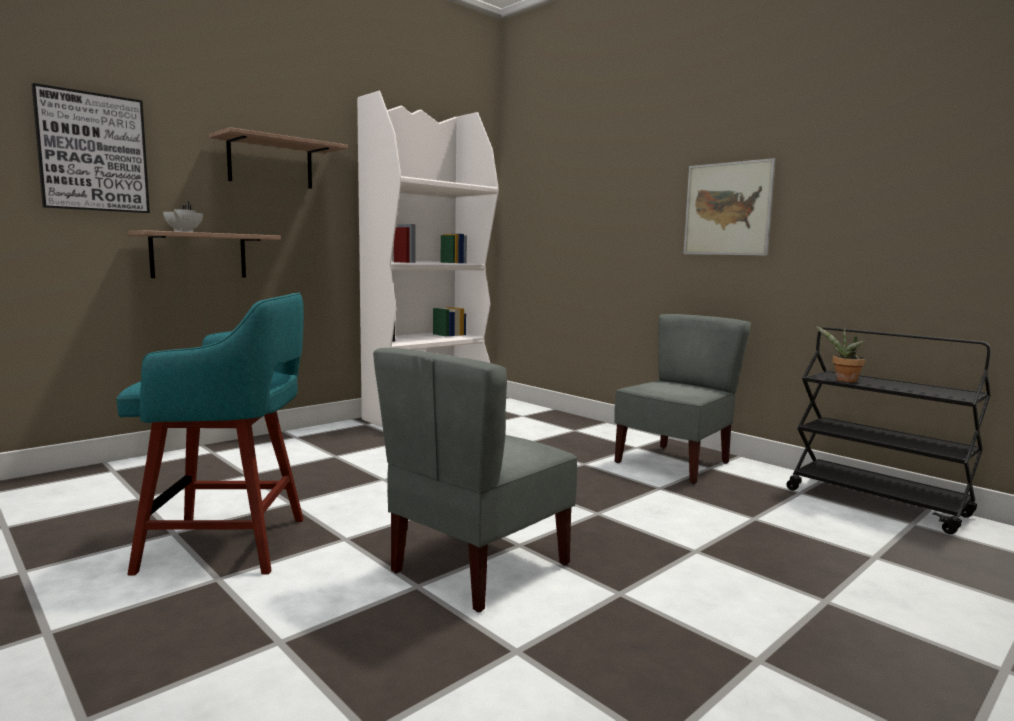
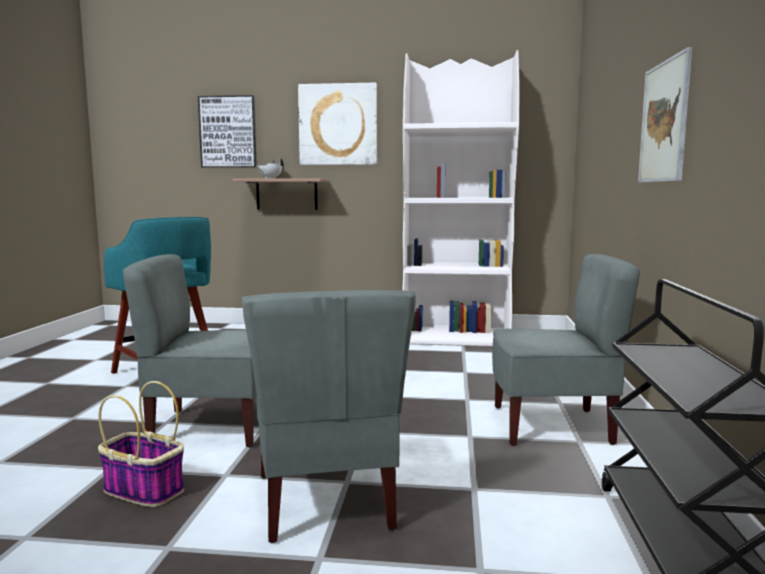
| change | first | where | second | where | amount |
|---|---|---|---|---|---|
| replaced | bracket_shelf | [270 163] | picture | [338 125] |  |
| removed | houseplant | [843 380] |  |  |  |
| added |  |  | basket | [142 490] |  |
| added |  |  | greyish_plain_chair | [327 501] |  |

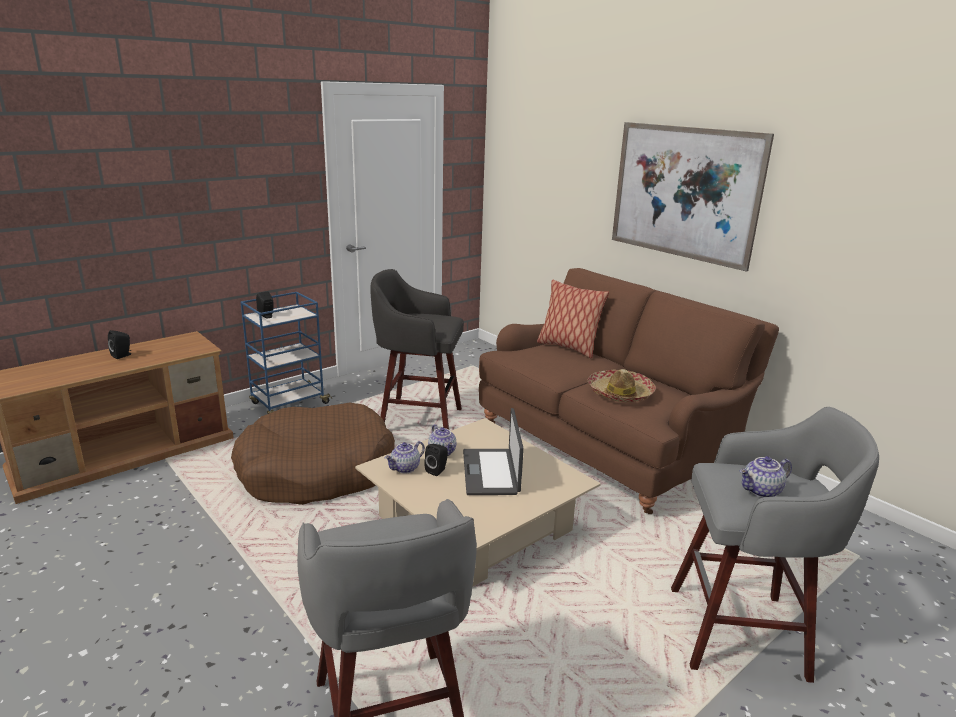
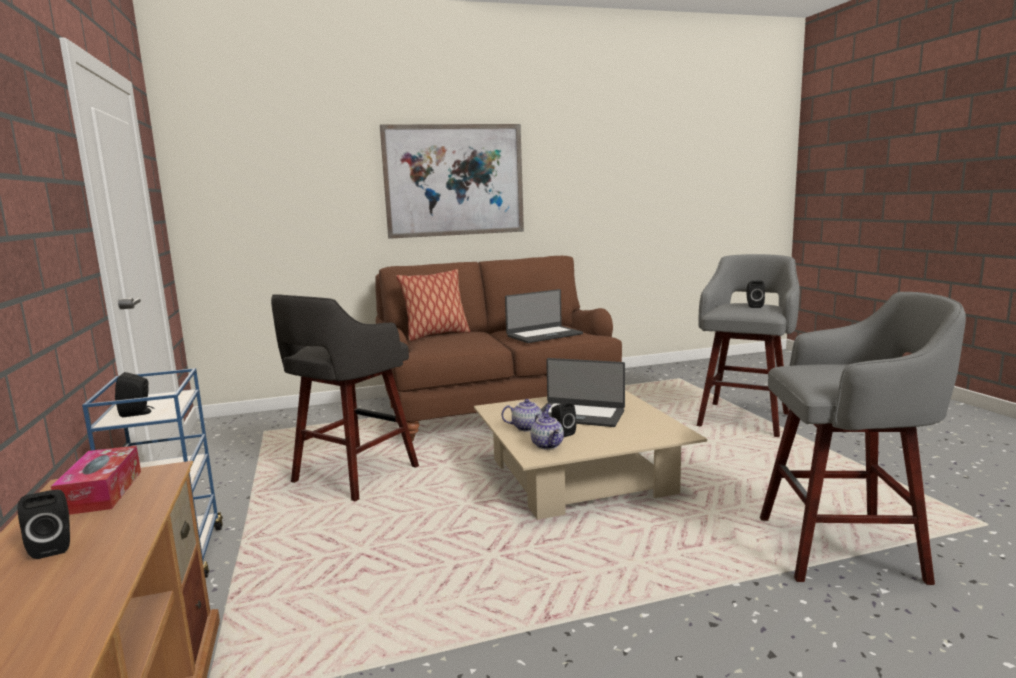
| change | first | where | second | where | amount |
|---|---|---|---|---|---|
| removed | brown_pet_bed | [316 470] |  |  |  |
| replaced | wearable_hat | [620 393] | notebook_computer | [543 335] |  |
| replaced | pot_for_tea | [761 491] | black-coloured_speaker | [753 306] |  |
| added |  |  | tissue_holder | [102 492] |  |

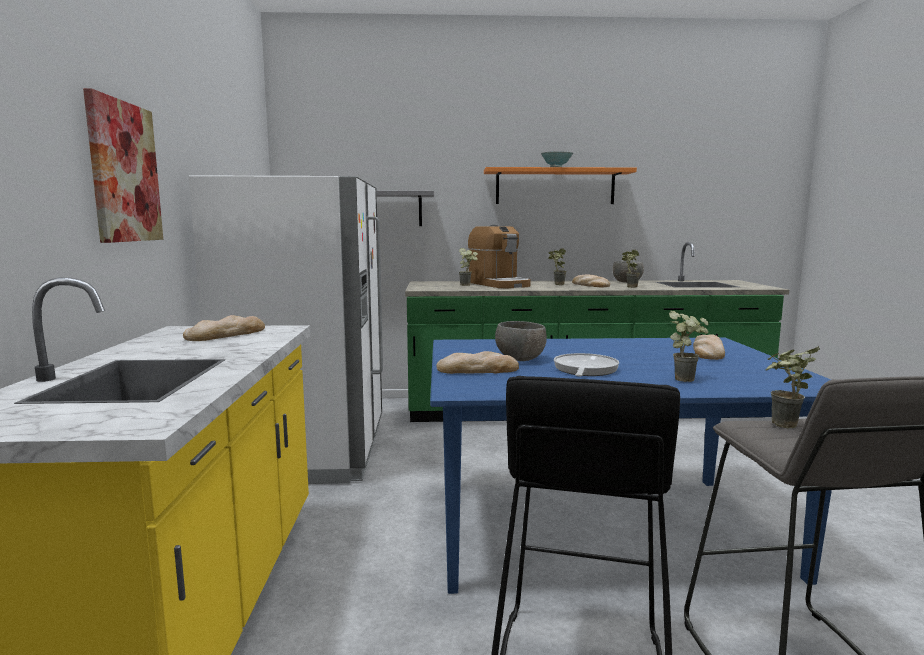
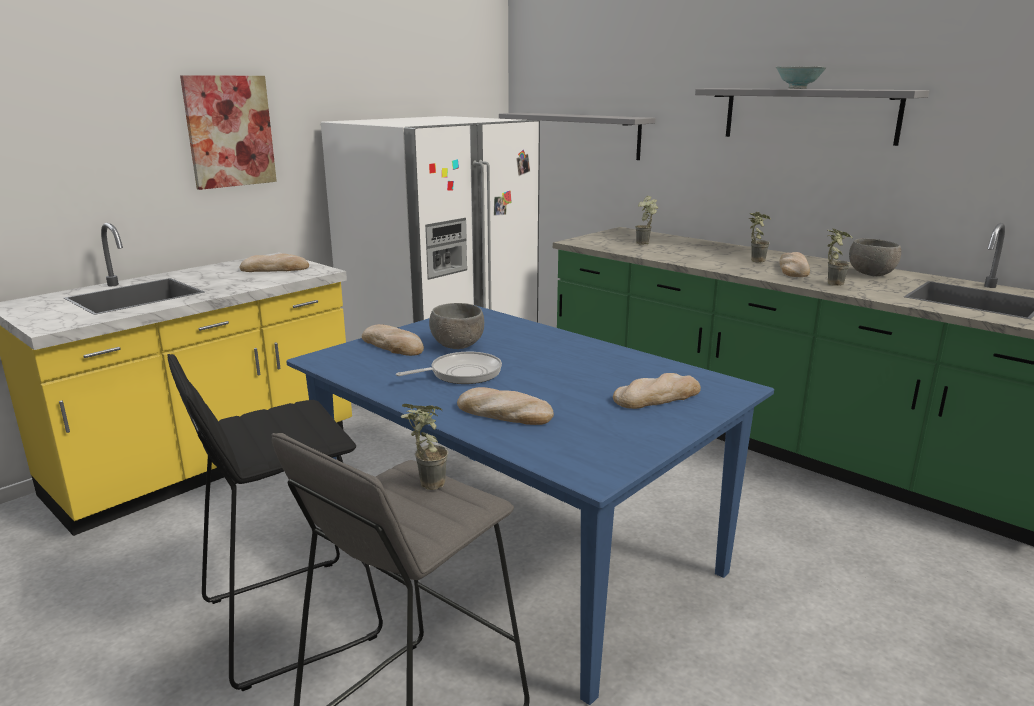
| change | first | where | second | where | amount |
|---|---|---|---|---|---|
| removed | coffee_machine | [499 284] |  |  |  |
| recoloured | orange-coloured_bracket_shelf | [555 187] | greyish_bracket_shelf | [809 115] |  |
| replaced | houseplant | [686 379] | bread | [503 413] |  |

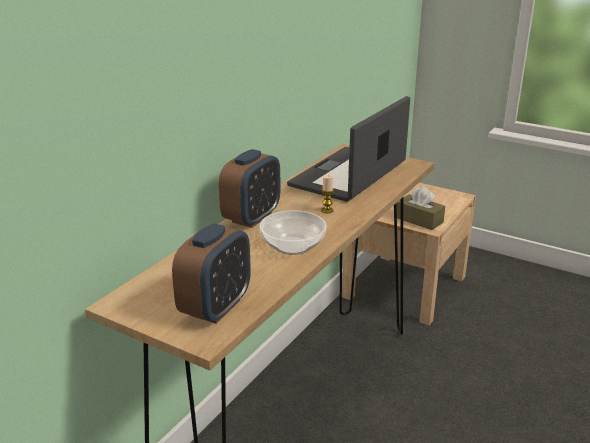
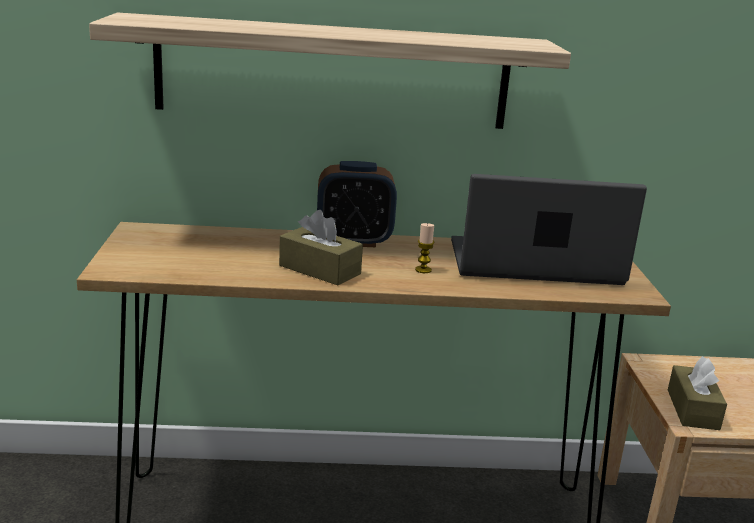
| change | first | where | second | where | amount |
|---|---|---|---|---|---|
| removed | alarm_clock | [216 308] |  |  |  |
| replaced | bowl | [293 245] | brown_tissue_holder | [319 269] |  |
| added |  |  | bracket_shelf | [333 73] |  |

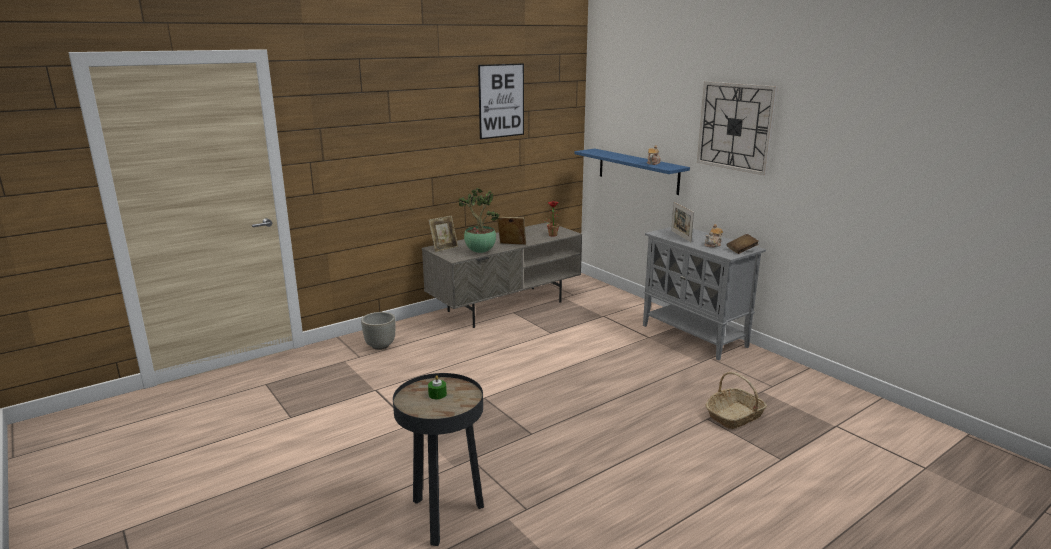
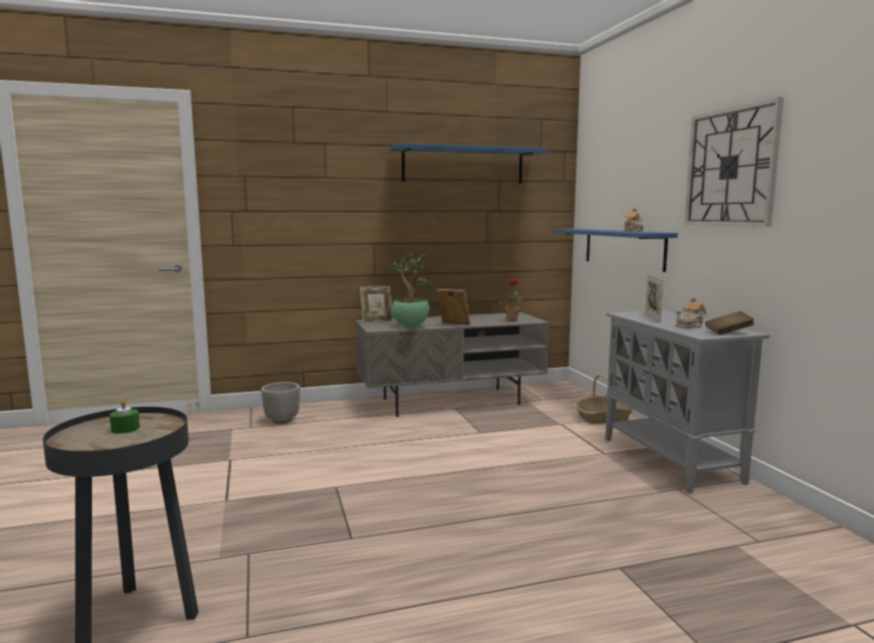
| change | first | where | second | where | amount |
|---|---|---|---|---|---|
| replaced | picture | [501 101] | blue-coloured_bracket_shelf | [463 165] |  |
| moved | basket | [734 416] |  | [602 418] |  |

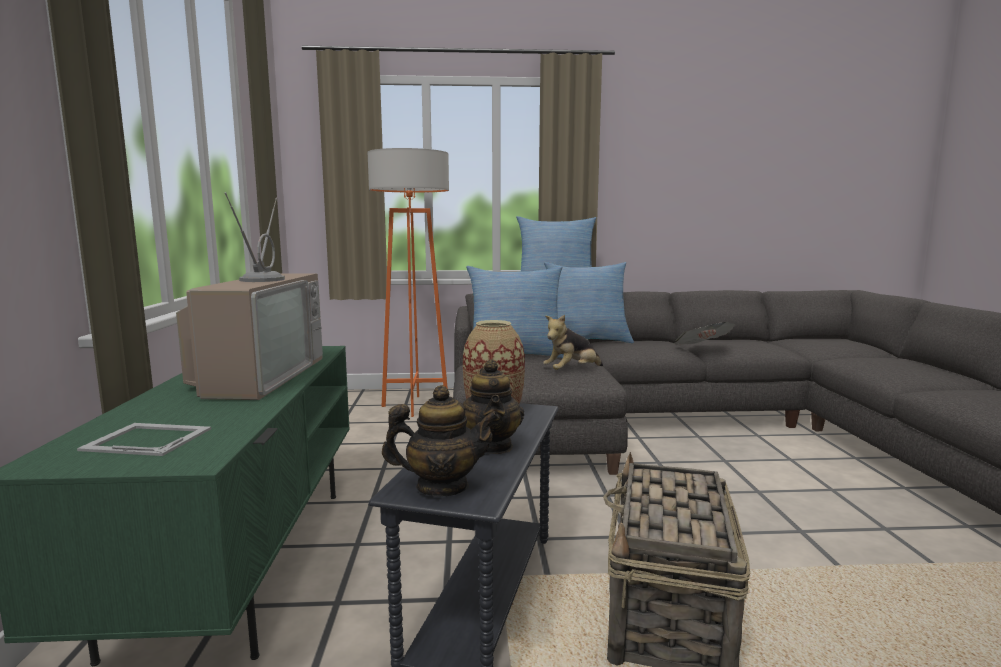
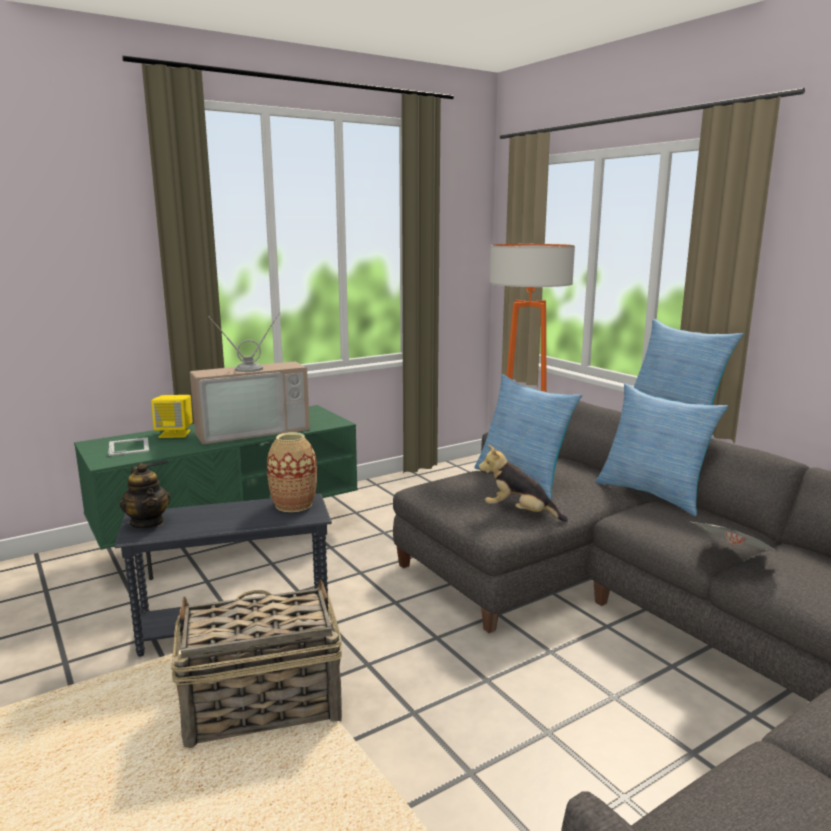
| change | first | where | second | where | amount |
|---|---|---|---|---|---|
| removed | pot_for_tea | [491 446] |  |  |  |
| added |  |  | yellowish_speaker | [175 434] |  |

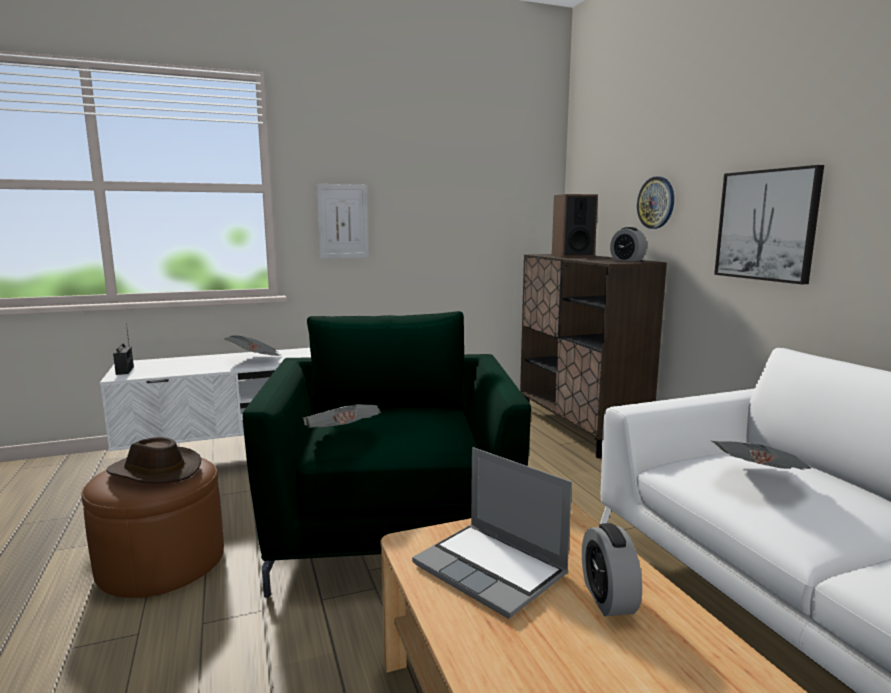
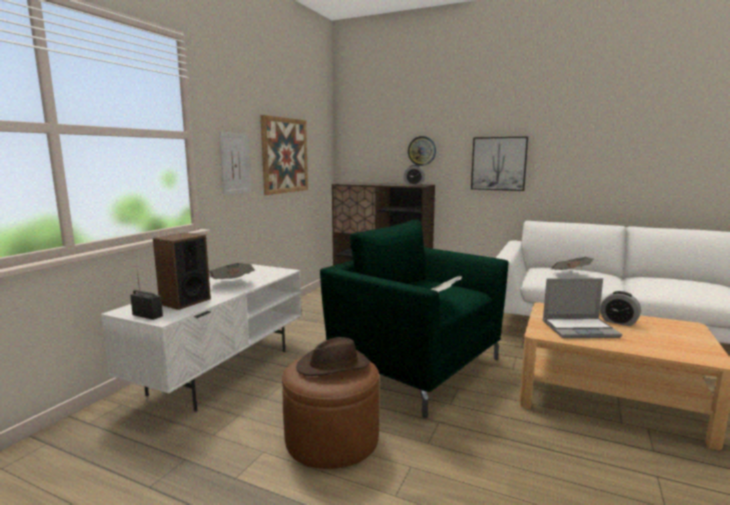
| change | first | where | second | where | amount |
|---|---|---|---|---|---|
| moved | speaker | [572 256] |  | [185 301] |  |
| added |  |  | picture | [285 155] |  |

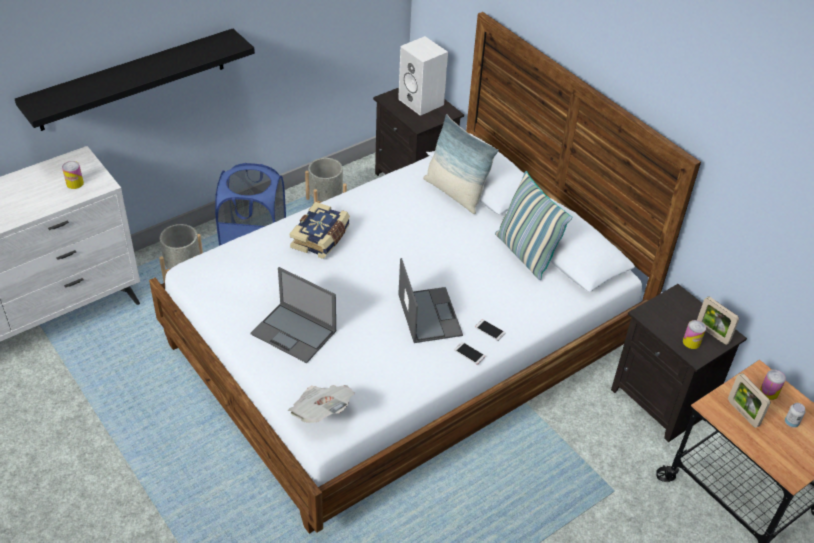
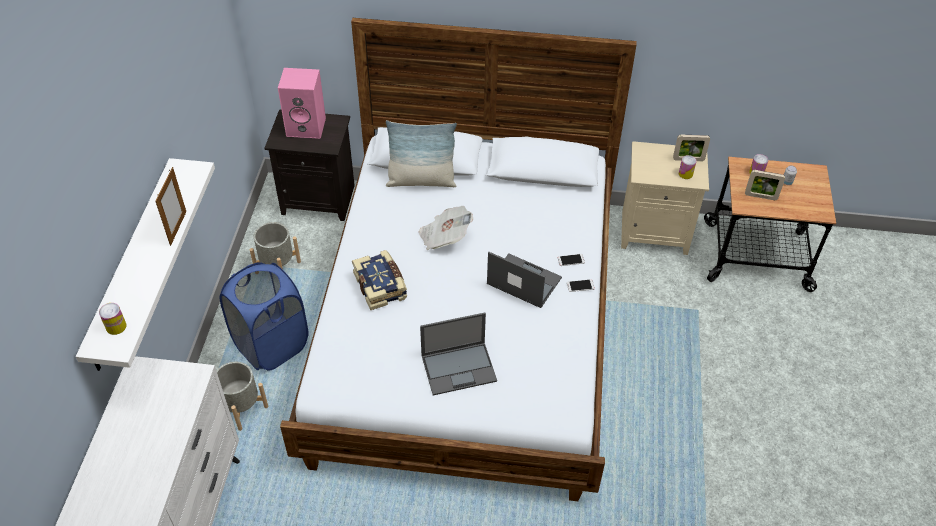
| change | first | where | second | where | amount |
|---|---|---|---|---|---|
| recoloured | black-coloured_bracket_shelf | [132 79] | whitish_bracket_shelf | [132 264] |  |
| moved | can | [75 183] |  | [116 326] |  |
| moved | daily_paper | [321 412] |  | [444 237] |  |
| recoloured | whitish_speaker | [422 102] | pink-coloured_speaker | [307 126] |  |
| removed | pillow | [525 254] |  |  |  |
| recoloured | black-coloured_bedside_table | [663 401] | beige-coloured_bedside_table | [655 231] |  |
| added |  |  | picture_frame | [178 228] |  |

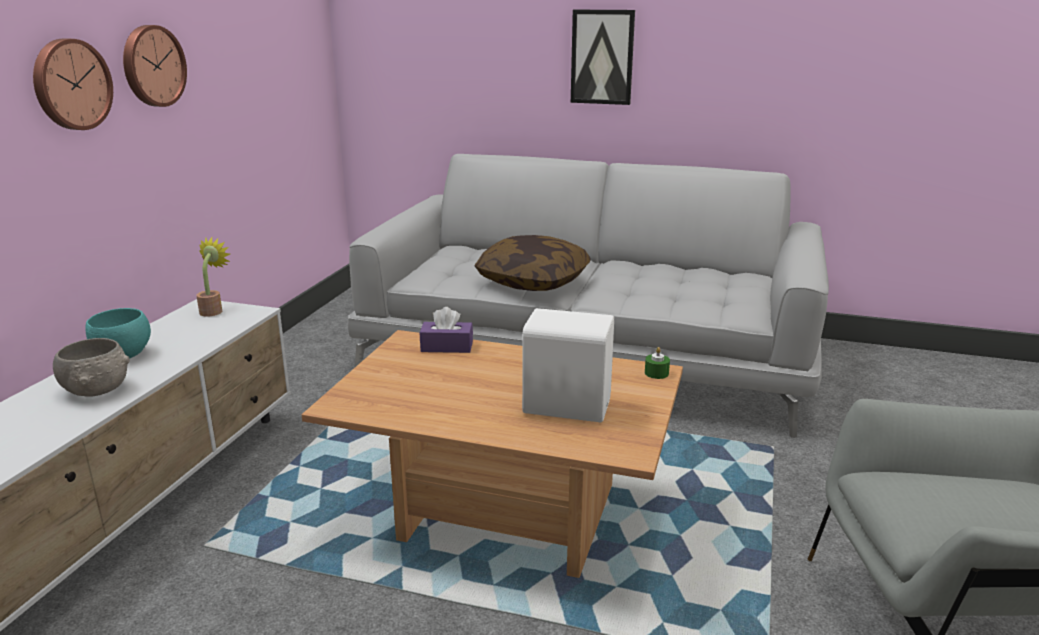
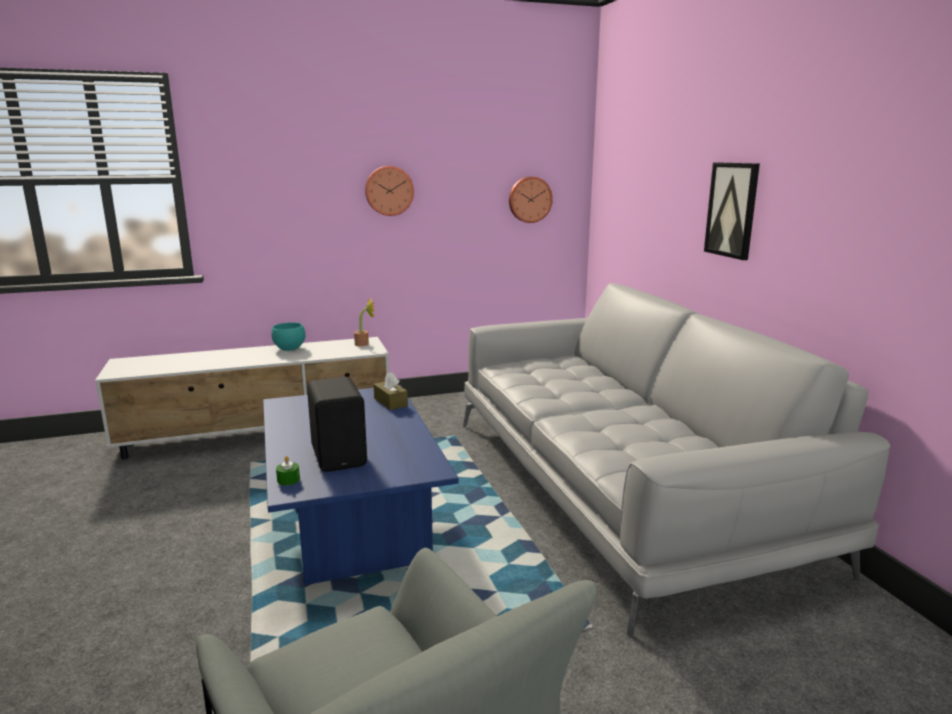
| change | first | where | second | where | amount |
|---|---|---|---|---|---|
| moved | wall_clock | [70 84] |  | [529 199] |  |
| removed | greyish_bowl | [97 389] |  |  |  |
| recoloured | brown_coffee_table | [504 516] | blue-coloured_coffee_table | [353 533] |  |
| recoloured | purple_tissue_holder | [447 347] | brown_tissue_holder | [390 402] |  |
| removed | pillow | [533 281] |  |  |  |
| recoloured | whitish_speaker | [565 406] | black-coloured_speaker | [340 456] |  |
| moved | greenish_wax_light | [656 373] |  | [288 480] |  |

